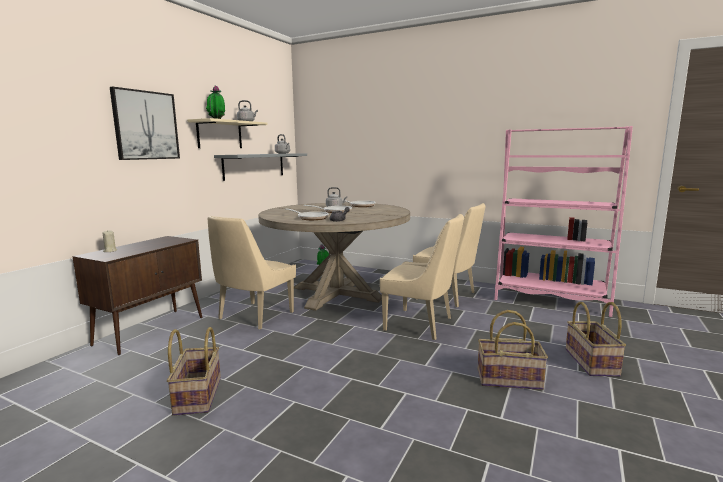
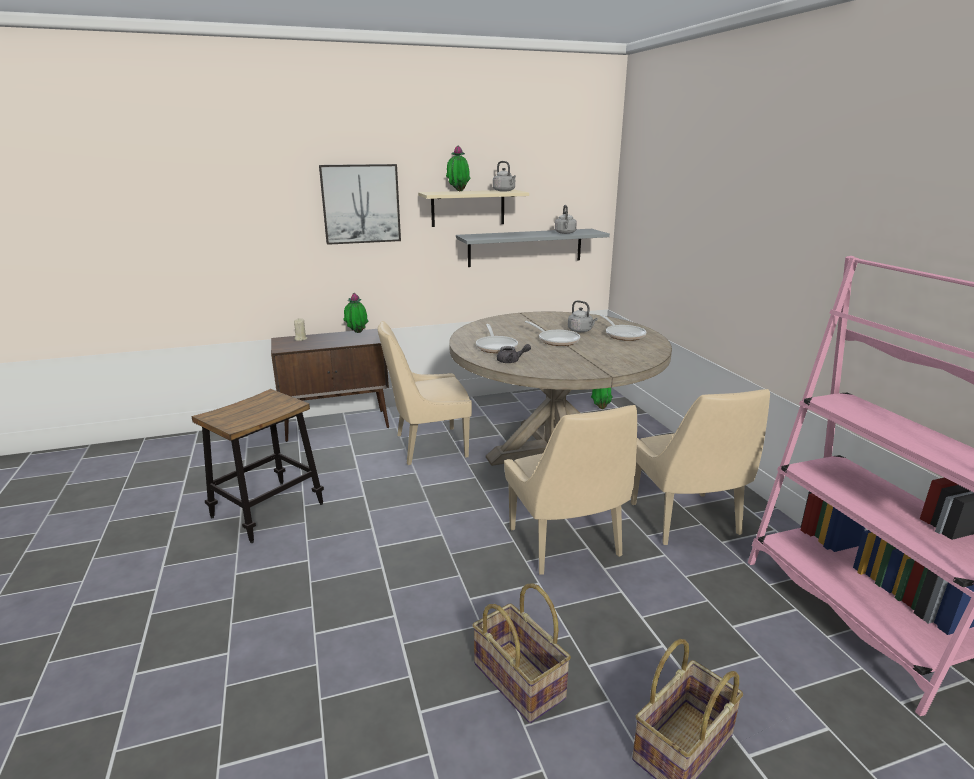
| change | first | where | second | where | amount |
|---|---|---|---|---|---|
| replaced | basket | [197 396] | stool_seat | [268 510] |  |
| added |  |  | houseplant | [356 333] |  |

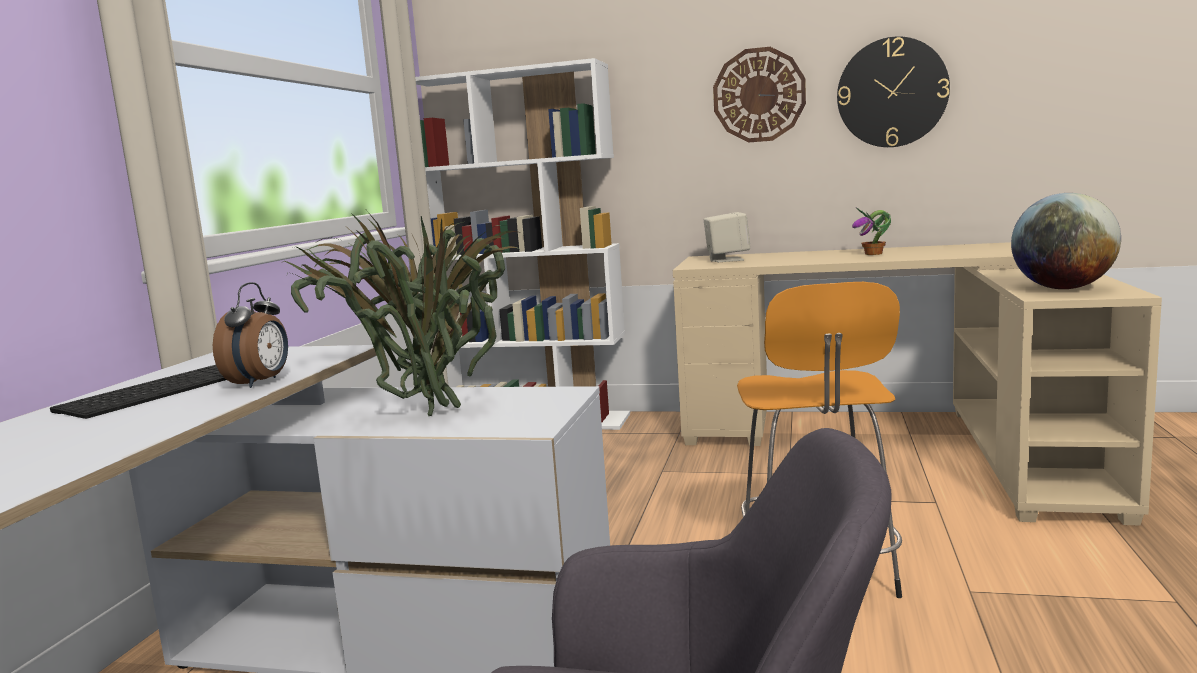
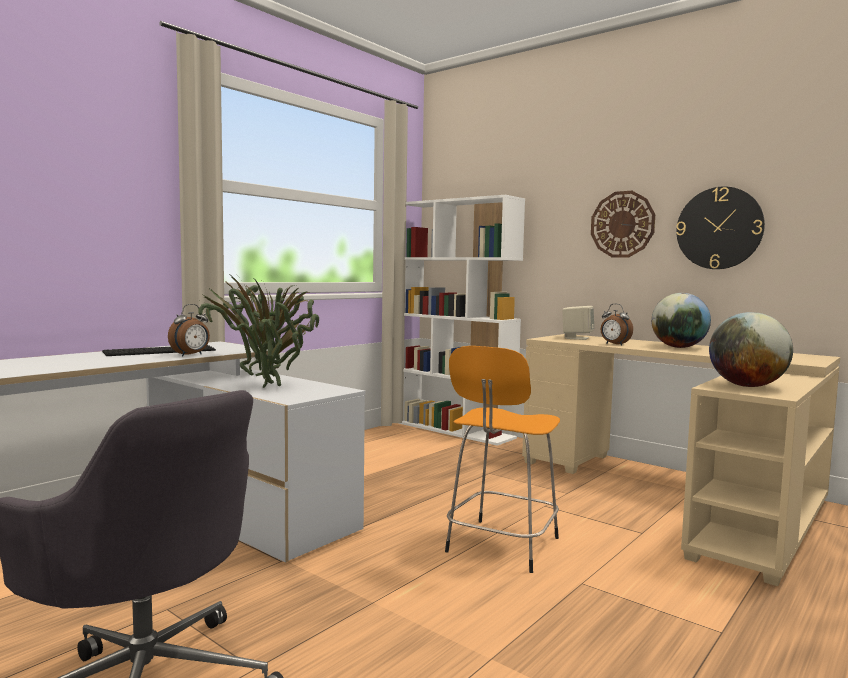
| change | first | where | second | where | amount |
|---|---|---|---|---|---|
| replaced | houseplant | [874 254] | world_globe | [679 347] |  |
| added |  |  | alarm_clock | [614 344] |  |

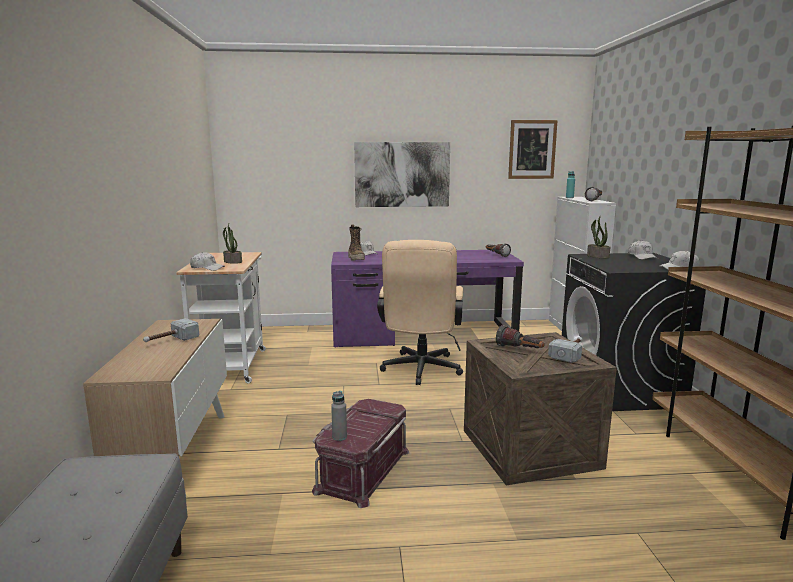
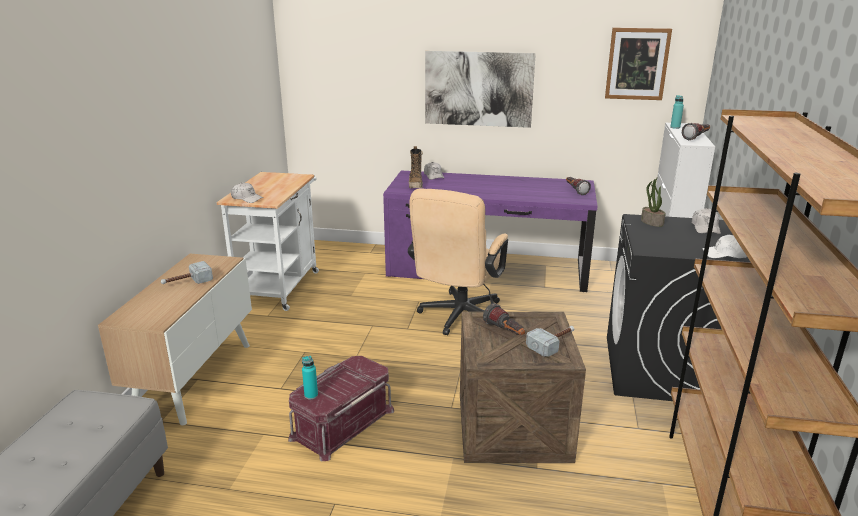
| change | first | where | second | where | amount |
|---|---|---|---|---|---|
| removed | houseplant | [232 262] |  |  |  |
| recoloured | greyish_bottle | [339 437] | turquoise_bottle | [311 395] |  |

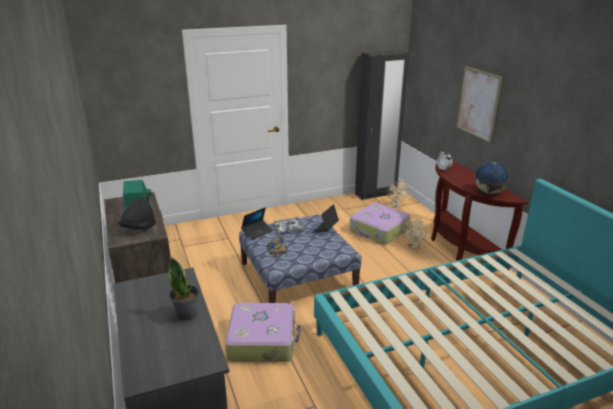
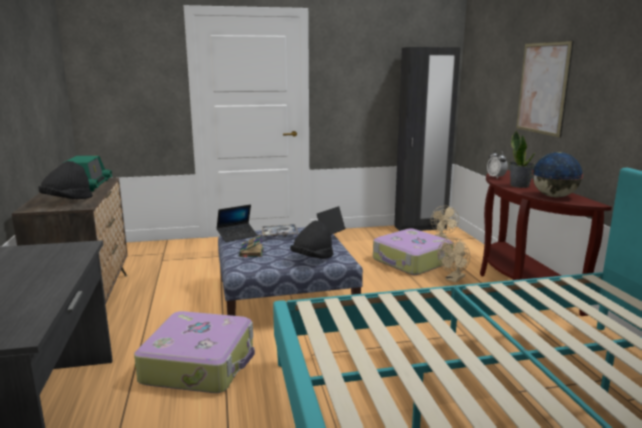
| change | first | where | second | where | amount |
|---|---|---|---|---|---|
| moved | houseplant | [187 314] |  | [520 185] |  |
| added |  |  | black-coloured_wearable_hat | [312 258] |  |

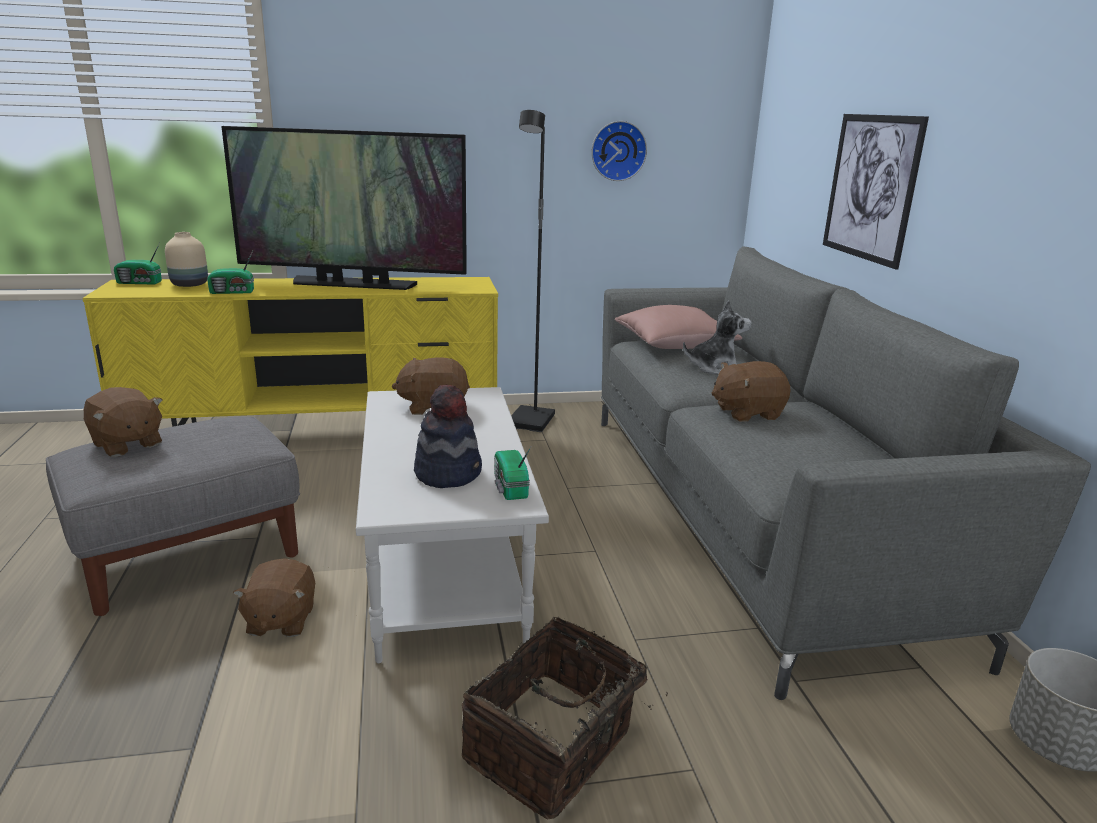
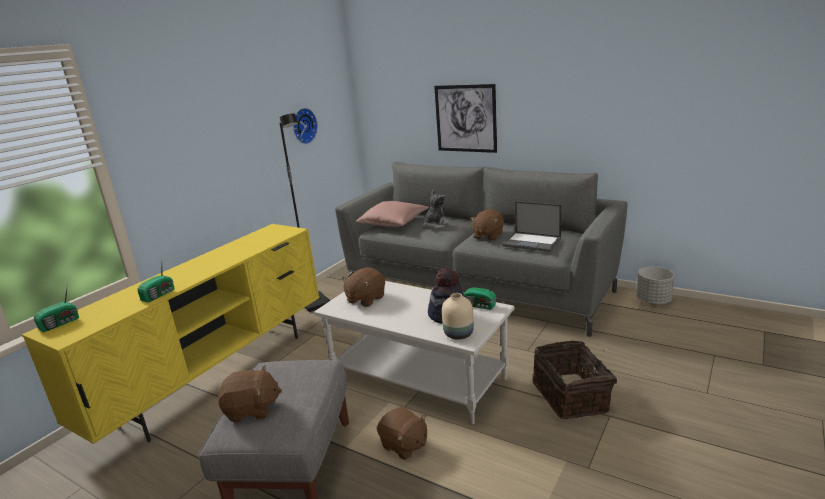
| change | first | where | second | where | amount |
|---|---|---|---|---|---|
| moved | beige-coloured_decorative_vase | [190 284] |  | [458 334] |  |
| removed | TV_set | [353 284] |  |  |  |
| added |  |  | notebook_computer | [532 242] |  |

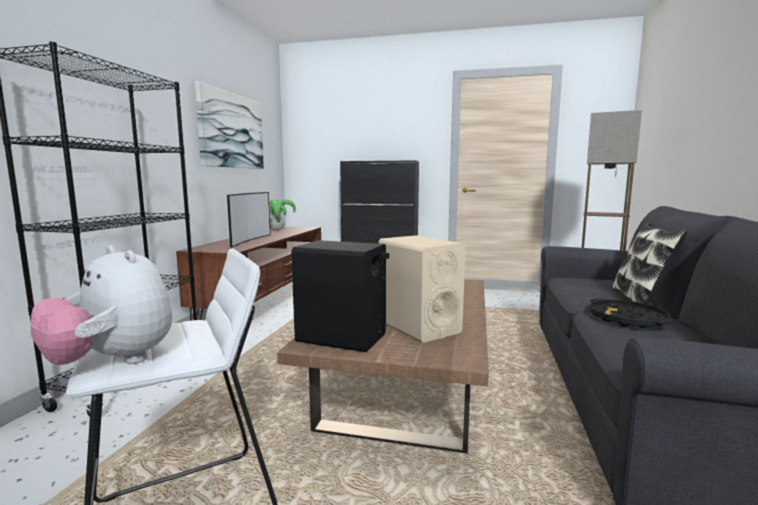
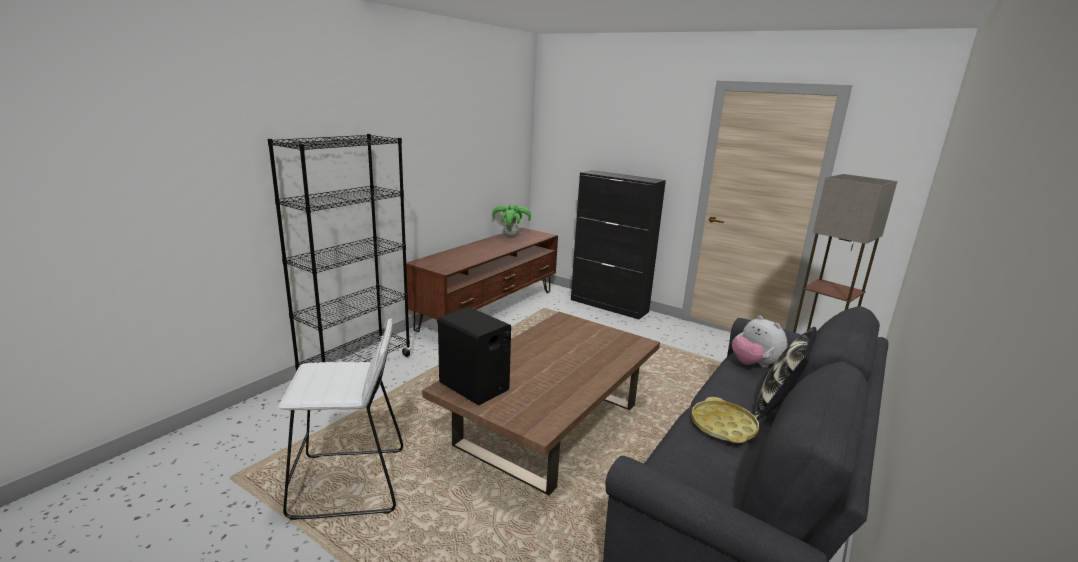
| change | first | where | second | where | amount |
|---|---|---|---|---|---|
| moved | soft_toy | [113 362] |  | [754 364] |  |
| removed | picture | [231 131] |  |  |  |
| removed | TV_set | [249 240] |  |  |  |
| removed | beige-coloured_speaker | [418 327] |  |  |  |
| recoloured | black-coloured_tray | [627 319] | yellowish_tray | [723 426] |  |

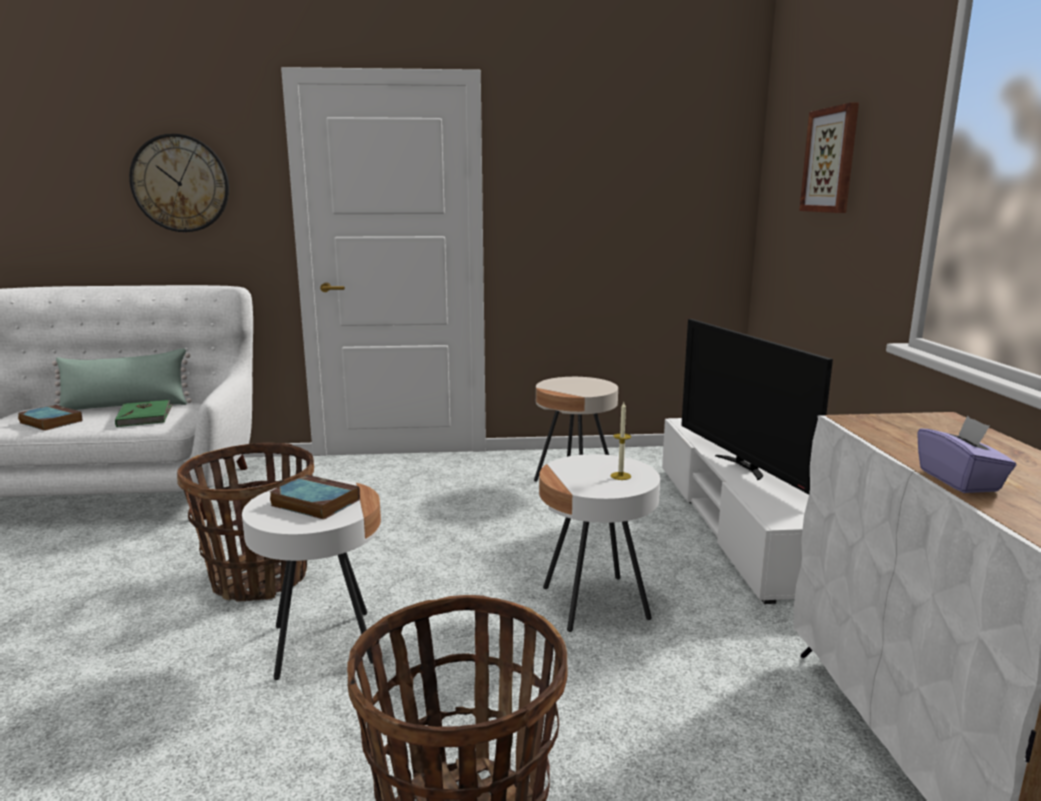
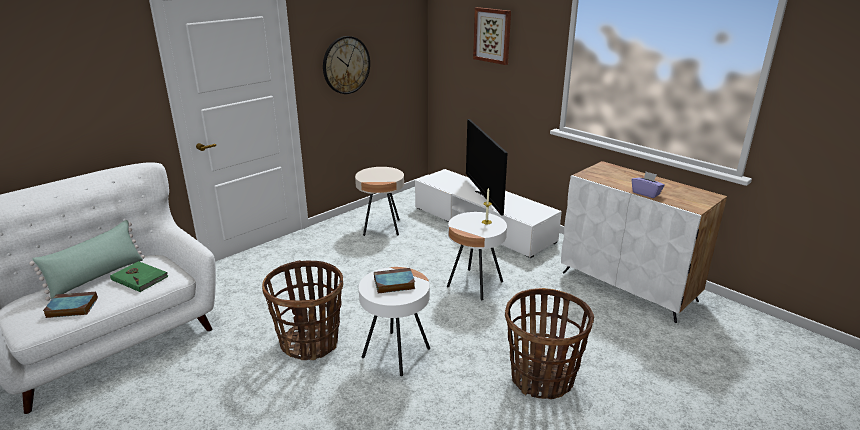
| change | first | where | second | where | amount |
|---|---|---|---|---|---|
| moved | wall_clock | [180 183] |  | [346 65] |  |
| turned | TV_set | [742 466] |  | [485 198] | 45 degrees clockwise |

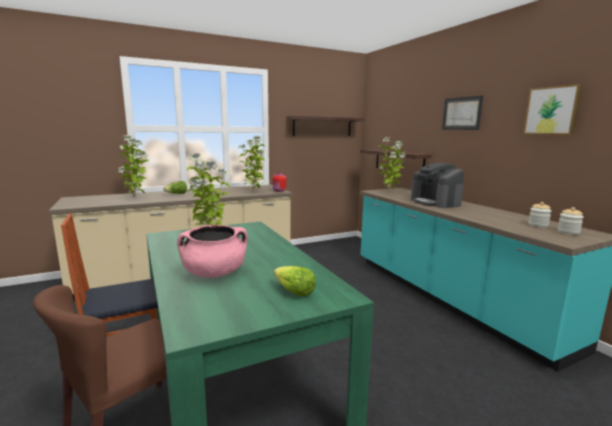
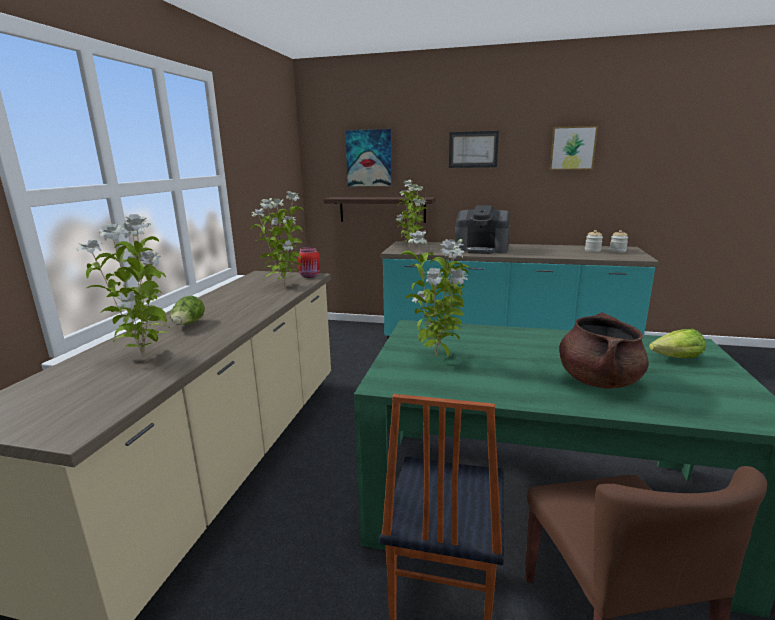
| change | first | where | second | where | amount |
|---|---|---|---|---|---|
| recoloured | pink-coloured_cooking_pot | [215 273] | brown_cooking_pot | [598 380] |  |
| removed | bracket_shelf | [322 126] |  |  |  |
| added |  |  | picture | [369 158] |  |

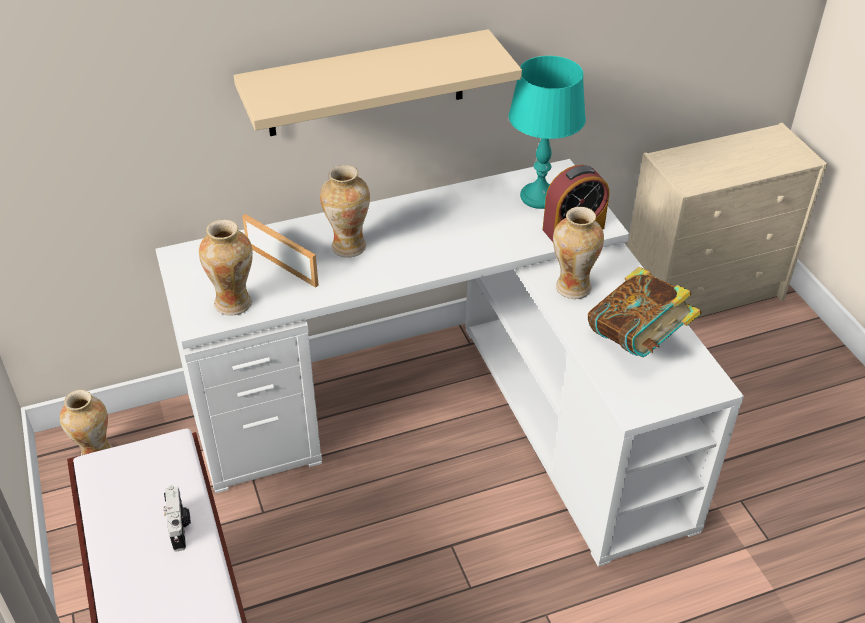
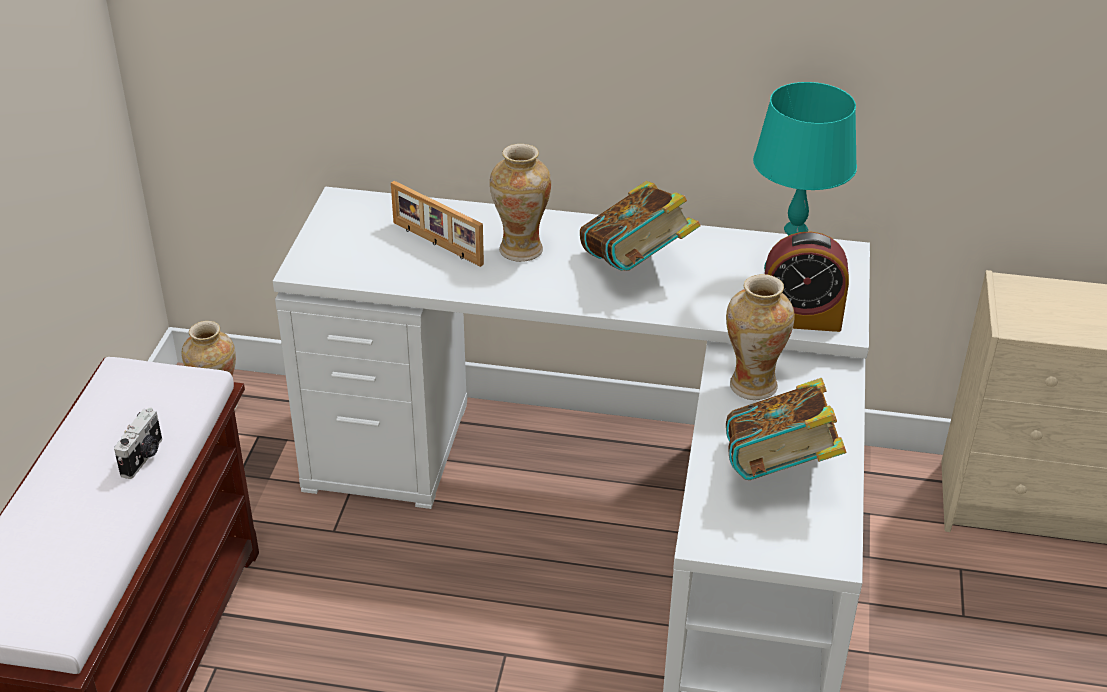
| change | first | where | second | where | amount |
|---|---|---|---|---|---|
| removed | decorative_vase | [234 303] |  |  |  |
| removed | beige-coloured_bracket_shelf | [366 84] |  |  |  |
| turned | picture_frame | [283 264] |  | [436 244] | 150 degrees clockwise |
| added |  |  | book | [636 265] |  |

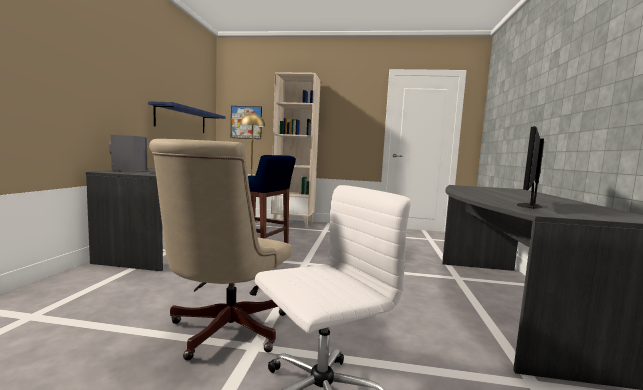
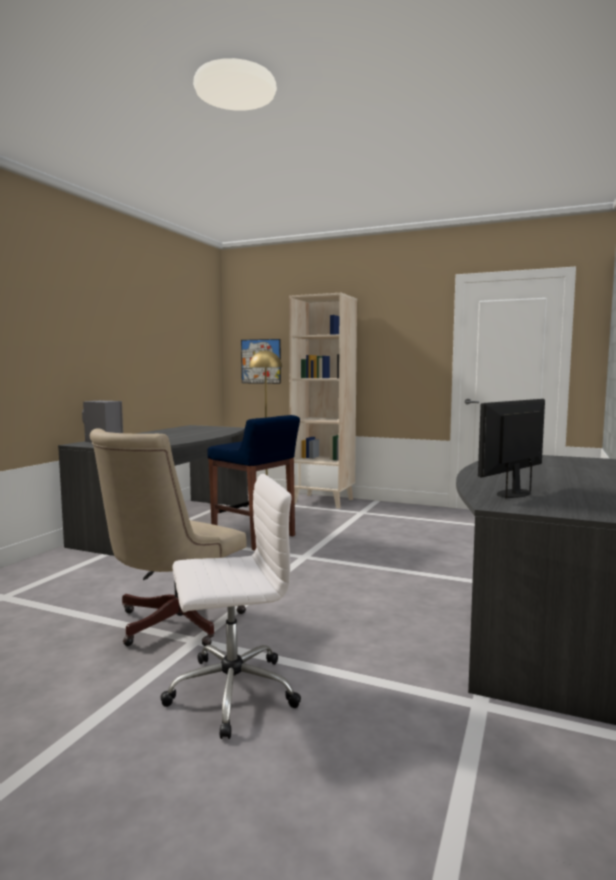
| change | first | where | second | where | amount |
|---|---|---|---|---|---|
| removed | blue-coloured_bracket_shelf | [182 119] |  |  |  |

